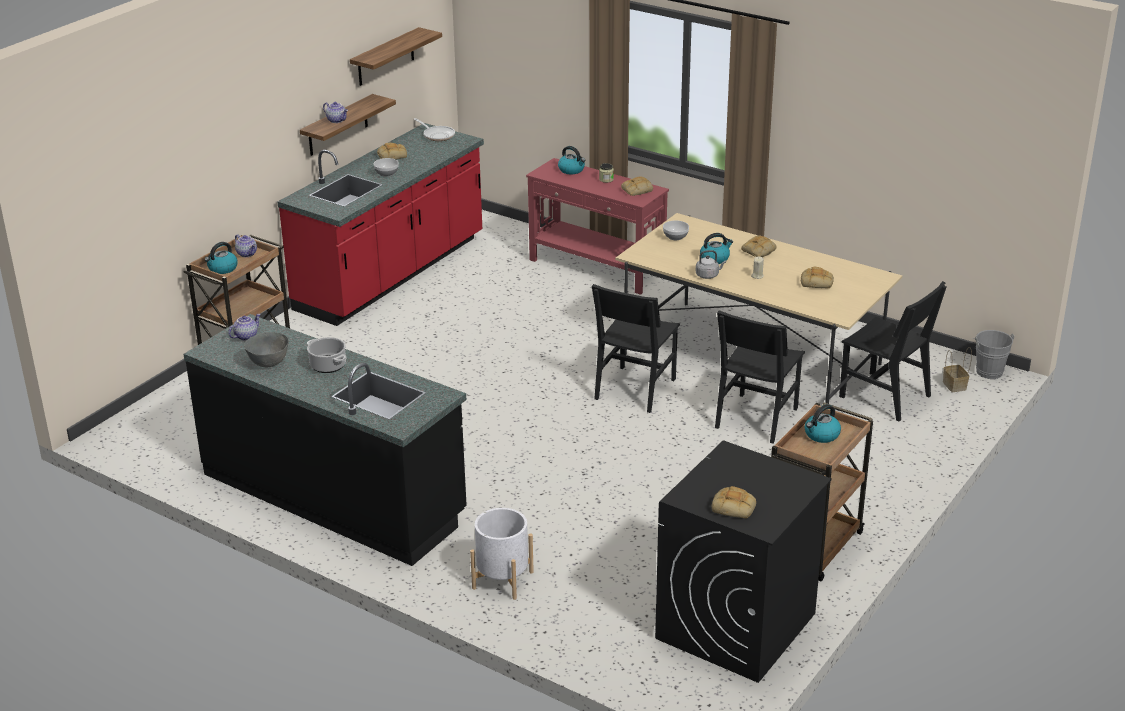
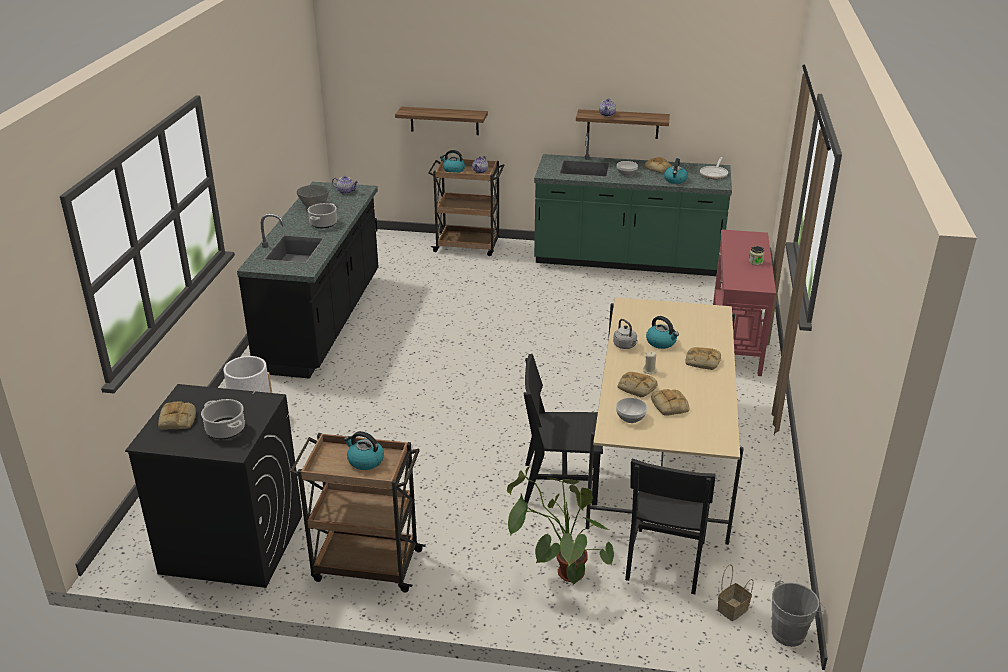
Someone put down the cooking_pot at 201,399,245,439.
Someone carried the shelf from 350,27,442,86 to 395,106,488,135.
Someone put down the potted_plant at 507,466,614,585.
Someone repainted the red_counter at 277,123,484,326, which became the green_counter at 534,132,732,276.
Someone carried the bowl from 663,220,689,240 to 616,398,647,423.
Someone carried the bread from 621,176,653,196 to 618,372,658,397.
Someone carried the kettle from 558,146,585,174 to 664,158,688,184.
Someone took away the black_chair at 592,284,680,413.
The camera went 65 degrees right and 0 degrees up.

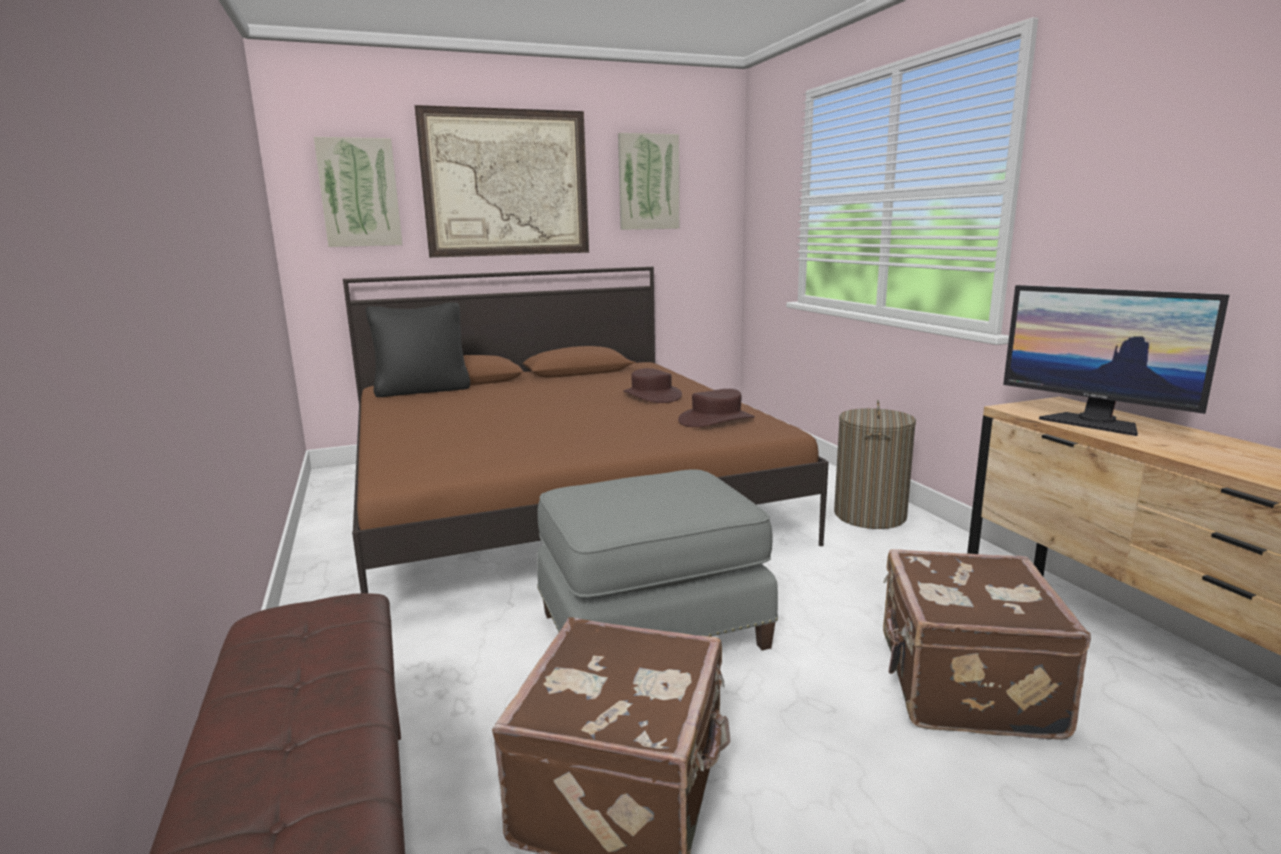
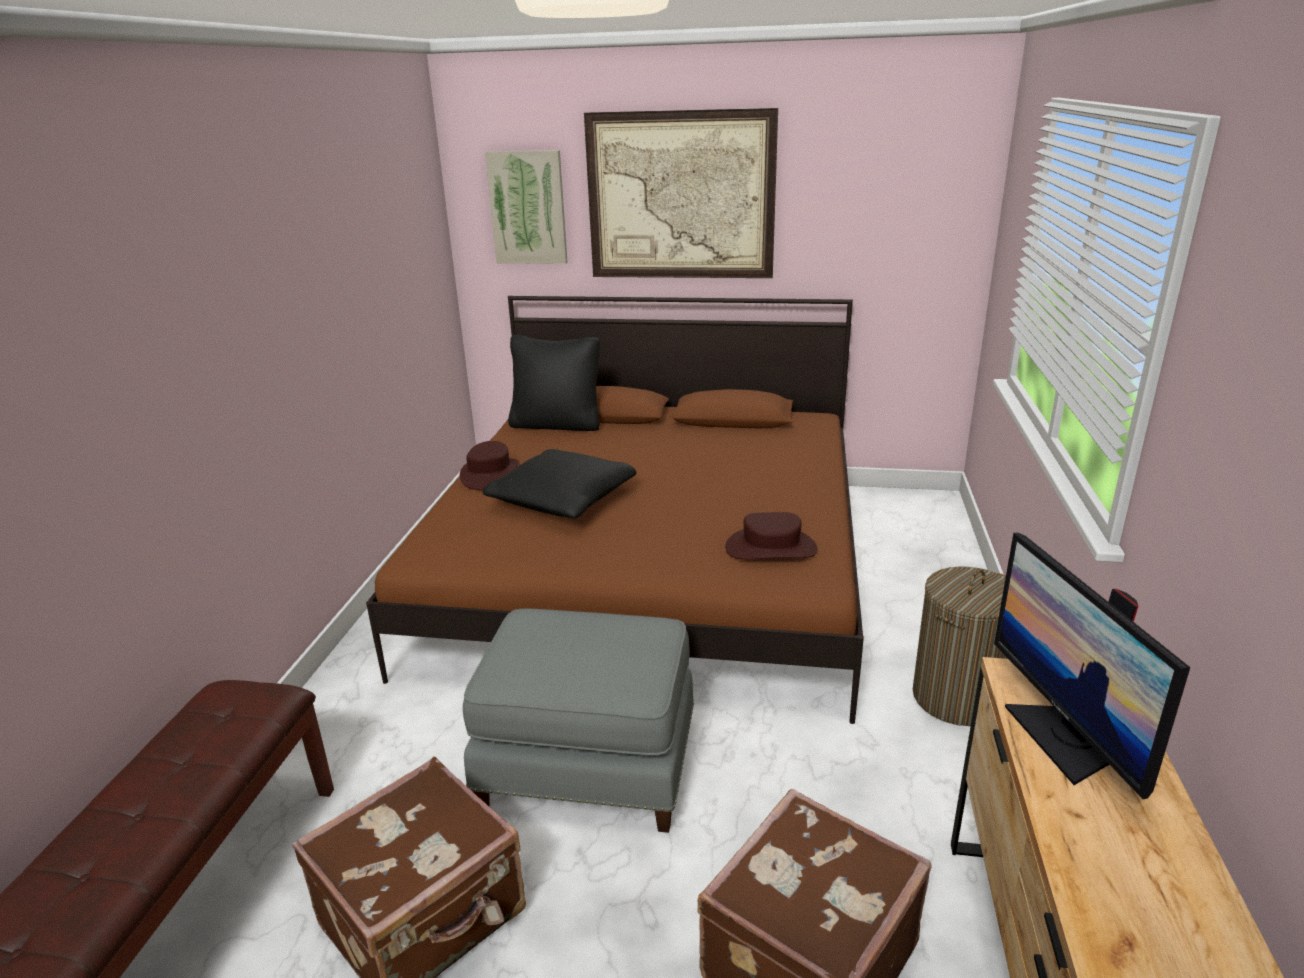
Someone carried the brown_hat from 623,368,682,403 to 460,441,518,490.
Someone put down the black_pillow at 482,449,637,519.
Someone took away the picture at 618,133,679,230.
The camera went 30 degrees right and 10 degrees up.

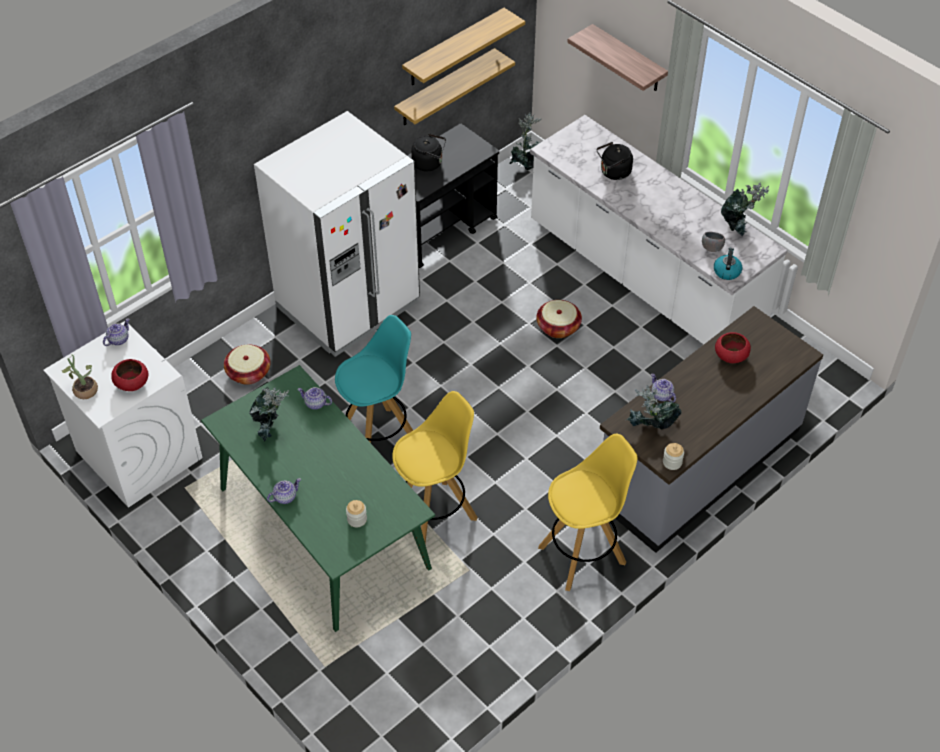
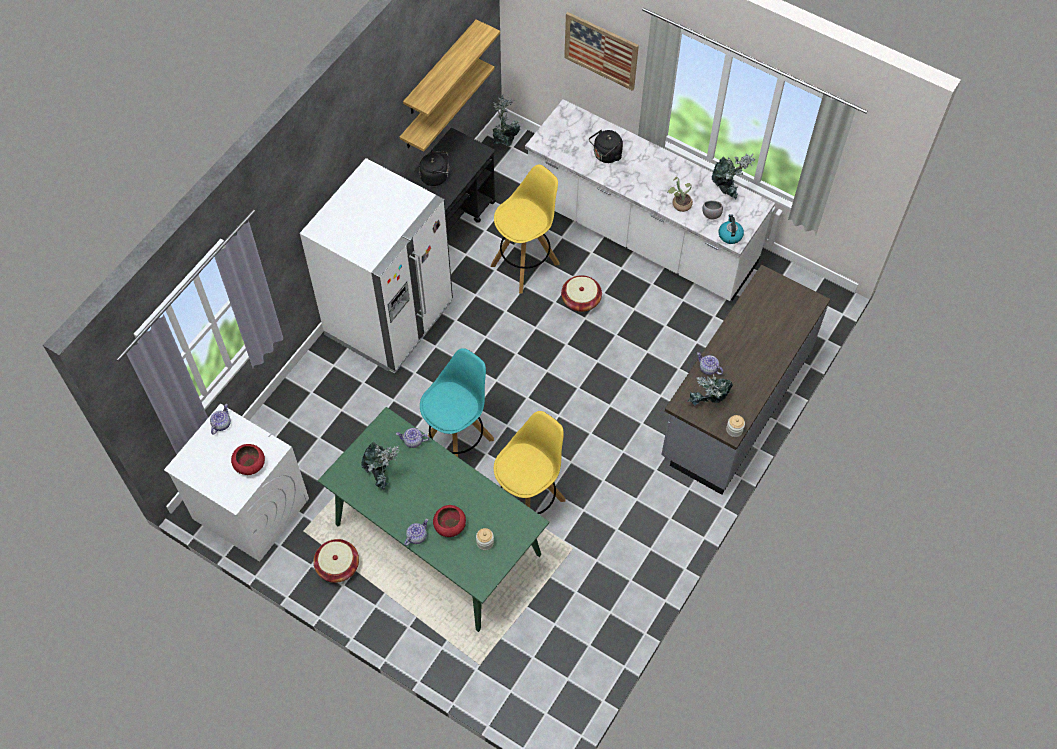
Someone carried the basket from 224,345,271,385 to 313,539,359,583.
Someone carried the red_bowl from 715,332,751,363 to 433,505,466,537.
Someone carried the yellow_stool from 538,434,637,591 to 491,165,560,293.
Someone swapped the shelf at 567,24,668,91 for the picture at 564,12,639,91.
Someone carried the potted_plant from 62,354,98,399 to 668,177,693,212.
The camera went 15 degrees left and 10 degrees up.

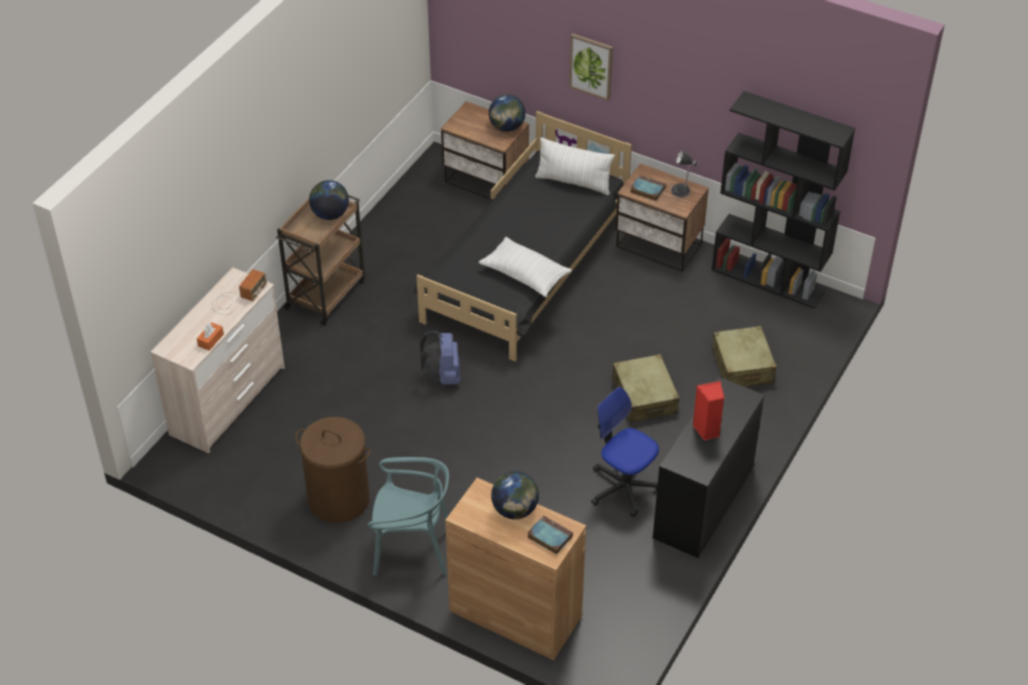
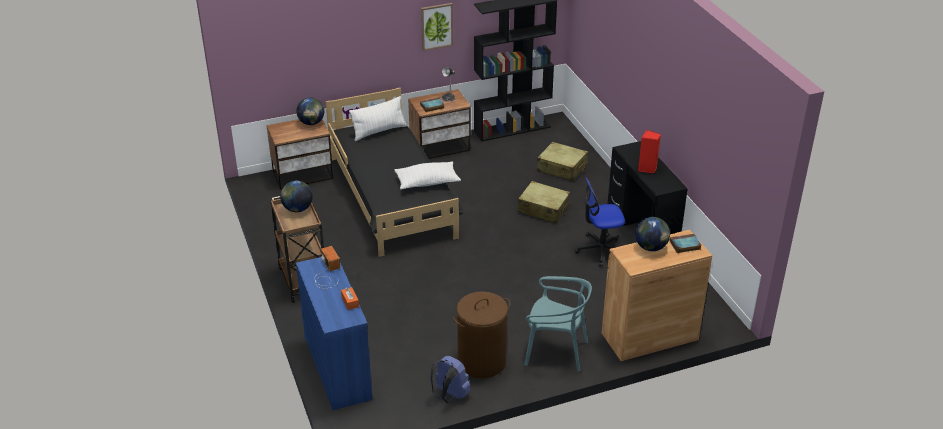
Someone repainted the beige_dresser at 151,267,285,453, which became the blue_dresser at 296,257,372,411.
Someone carried the picture from 569,33,613,101 to 421,3,453,51.
Someone carried the blue_backpack from 420,330,460,385 to 430,356,471,403.
Someone rotated the turquoise_chair at 368,457,449,576 by 60 degrees clockwise.
The camera went 50 degrees left and 10 degrees down.

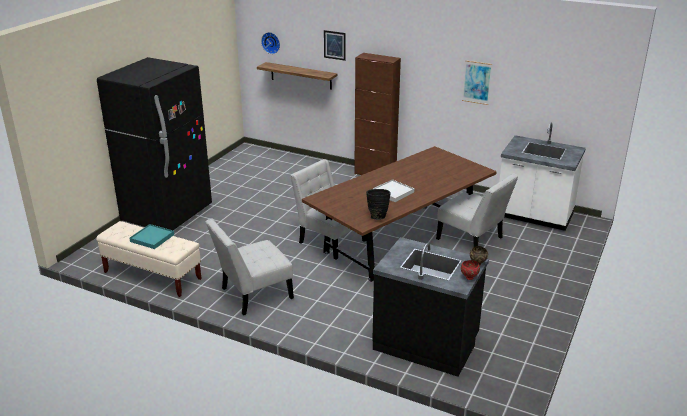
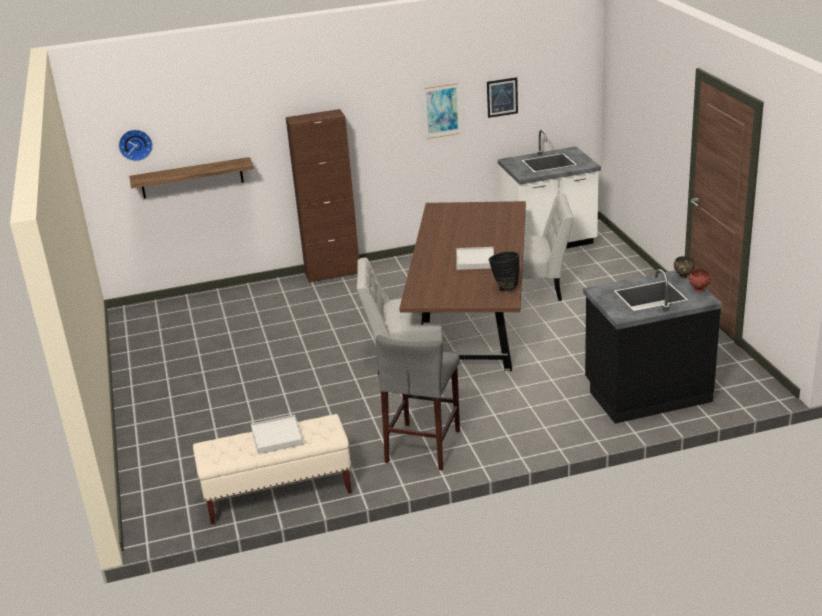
Someone repainted the turquoise_tray at 129,224,174,249, which became the white_tray at 251,415,304,454.
Someone swapped the white_chair at 206,219,294,315 for the grey_stool at 376,335,460,470.
Someone carried the picture from 324,30,346,61 to 487,77,518,118.
Someone took away the black_fridge at 97,57,212,230.
The camera went 40 degrees left and 0 degrees up.

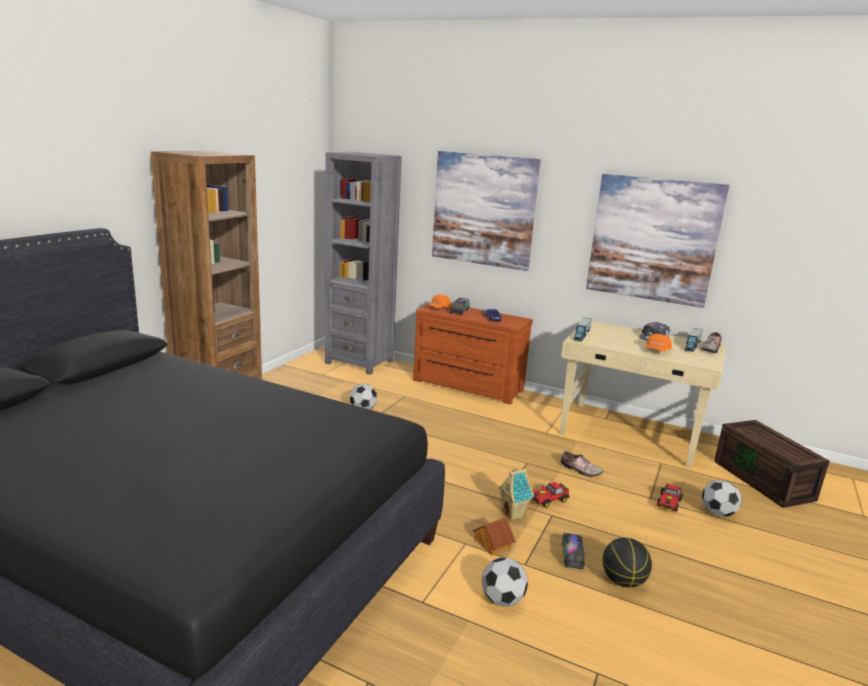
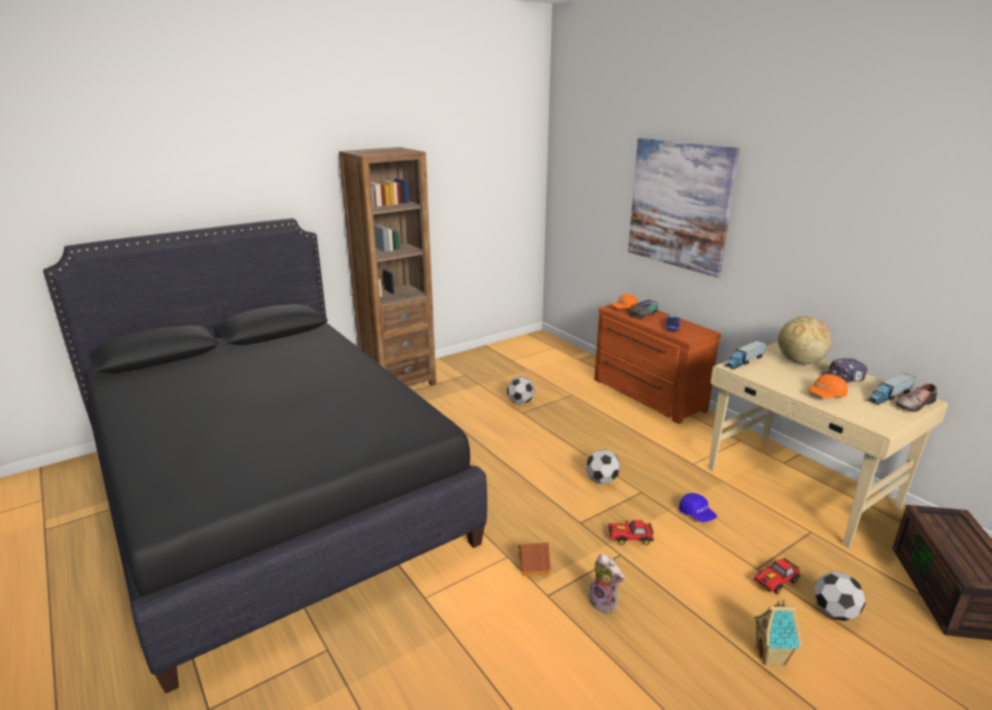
Someone carried the football from 482,558,528,607 to 586,450,620,484.
Someone swapped the toy_truck at 562,533,585,569 for the plush_toy at 588,554,624,614.
Someone swapped the shoe at 561,451,603,477 for the blue_cap at 679,493,717,522.
Someone carried the toy_house from 498,468,534,521 to 754,600,802,666.
Someone put down the globe at 778,316,832,364.
Someone took away the grey_bookcase at 325,152,402,375.
Someone took away the picture at 586,174,729,308.
Someone took away the basketball at 603,538,652,587.
The camera went 30 degrees right and 5 degrees up.

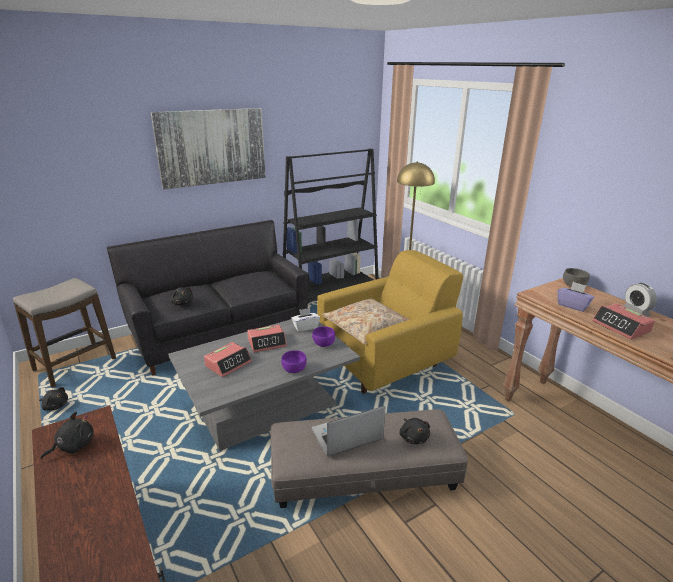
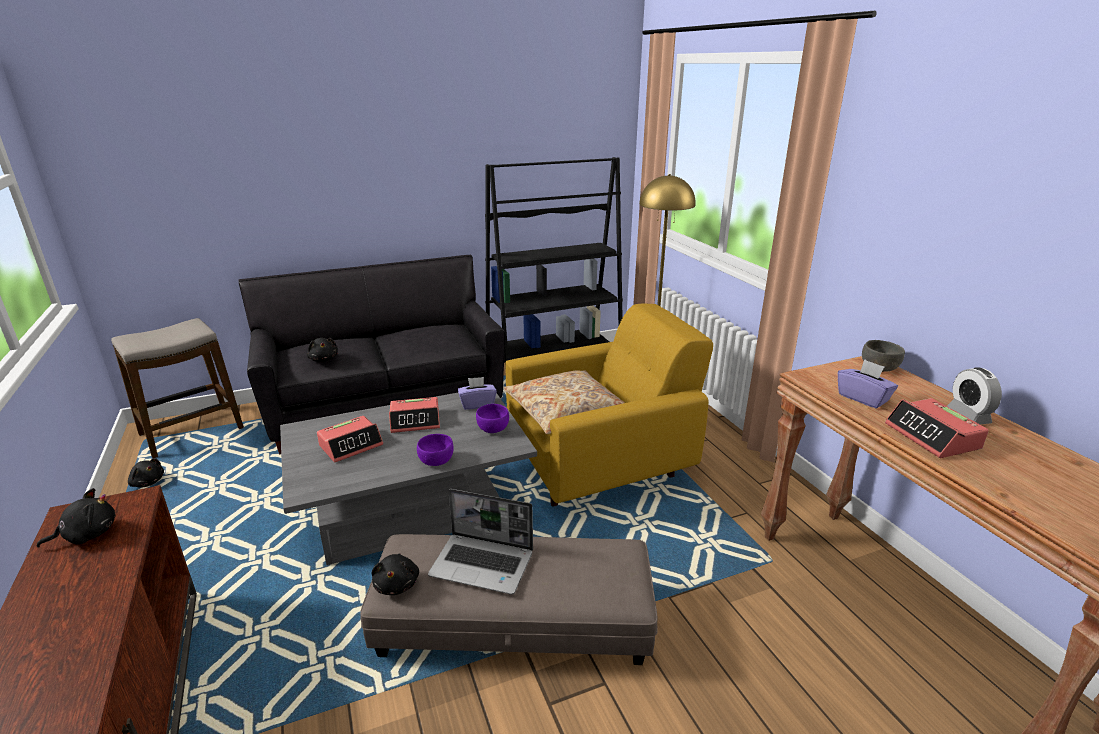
Someone carried the black_plush_toy from 399,418,430,444 to 372,553,419,595.
Someone rotated the laptop at 312,406,385,456 by 150 degrees counterclockwise.
Someone repainted the white_tissue_box at 291,308,320,332, which became the purple_tissue_box at 458,377,497,410.
Someone took away the picture at 151,108,266,190.
The camera went 10 degrees right and 0 degrees up.

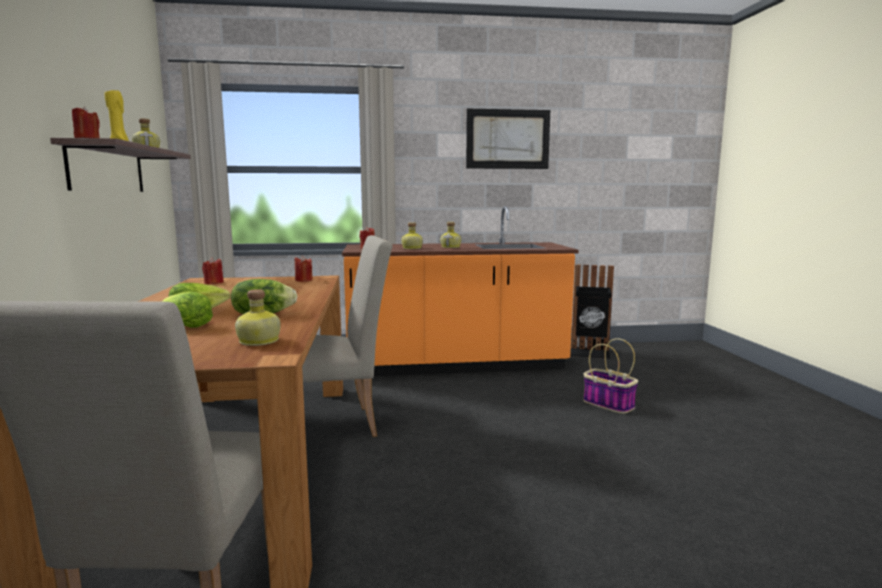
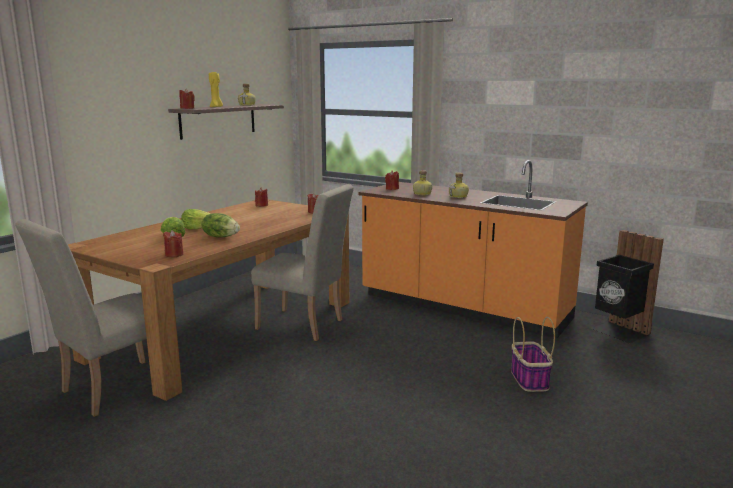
Someone swapped the bottle at 235,289,281,346 for the red_candle at 163,230,183,257.
Someone took away the picture at 466,109,550,169.
The camera went 40 degrees right and 5 degrees up.

